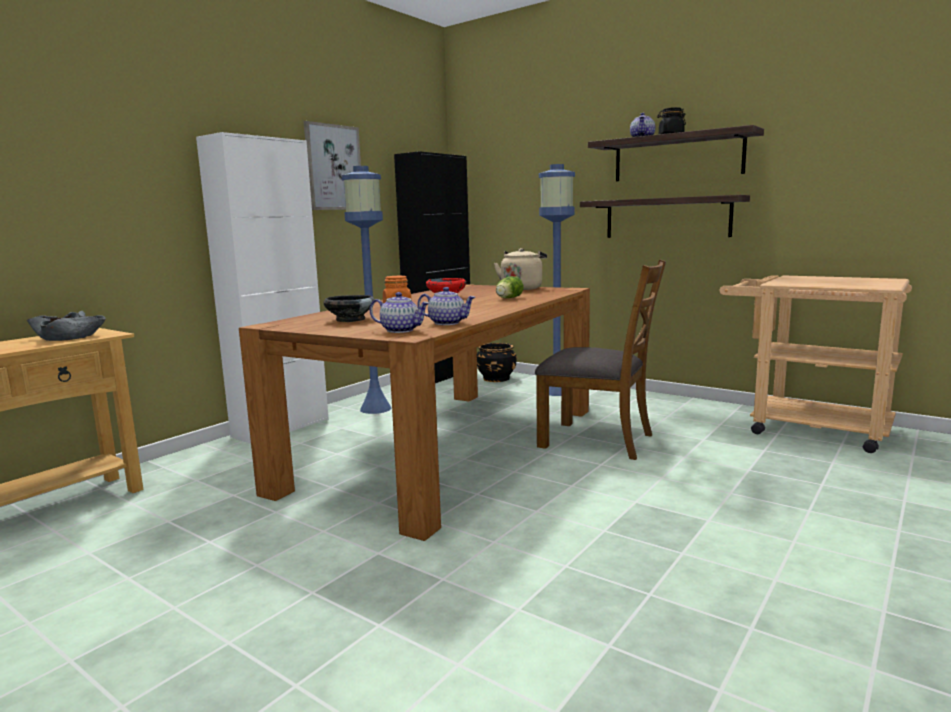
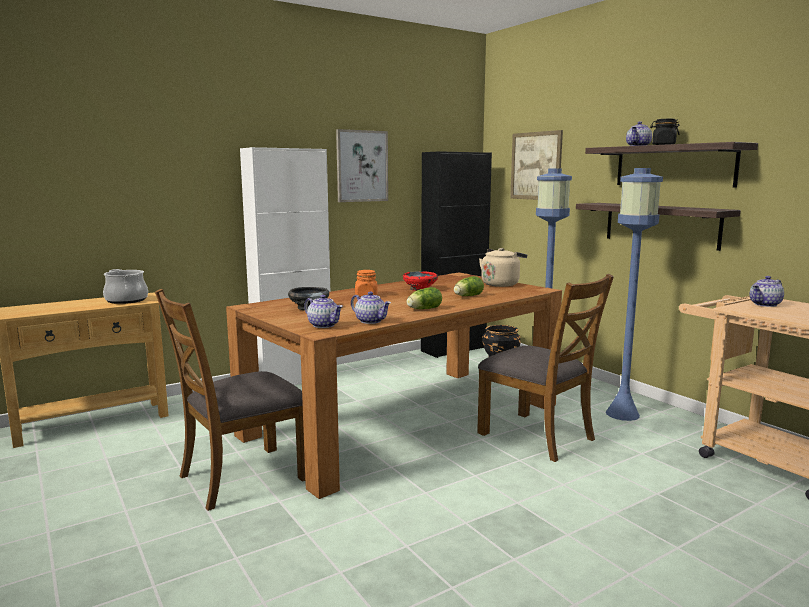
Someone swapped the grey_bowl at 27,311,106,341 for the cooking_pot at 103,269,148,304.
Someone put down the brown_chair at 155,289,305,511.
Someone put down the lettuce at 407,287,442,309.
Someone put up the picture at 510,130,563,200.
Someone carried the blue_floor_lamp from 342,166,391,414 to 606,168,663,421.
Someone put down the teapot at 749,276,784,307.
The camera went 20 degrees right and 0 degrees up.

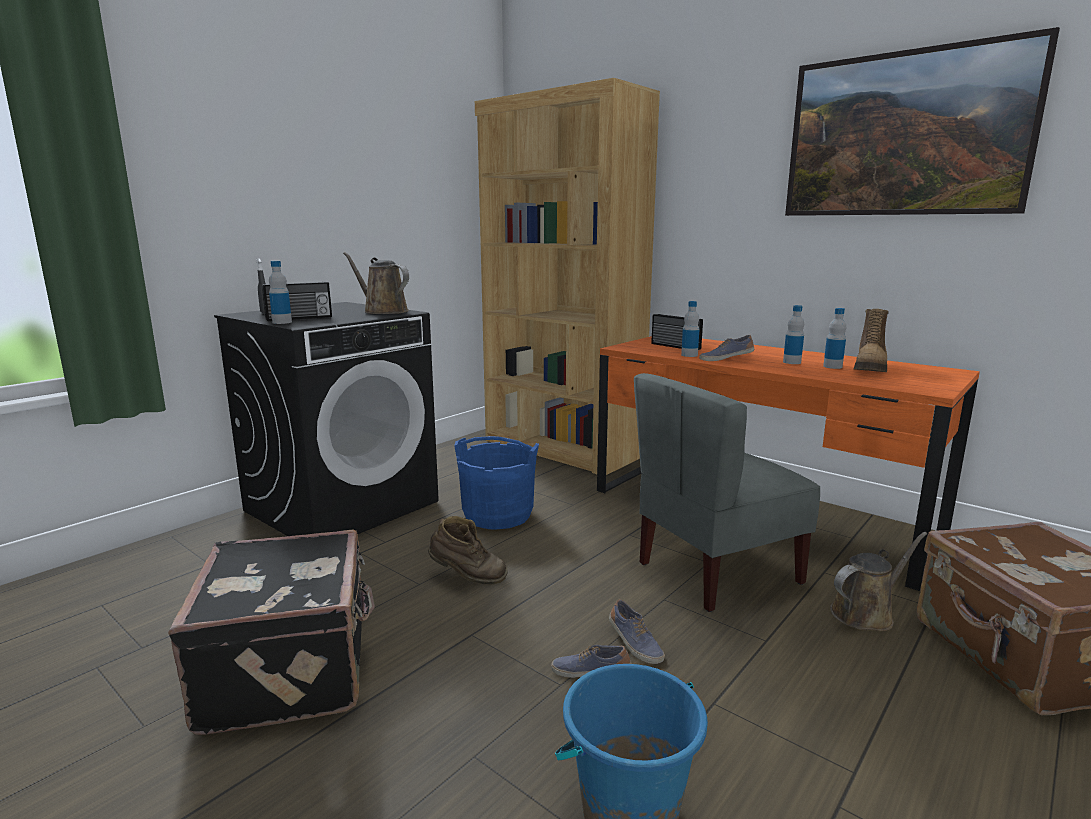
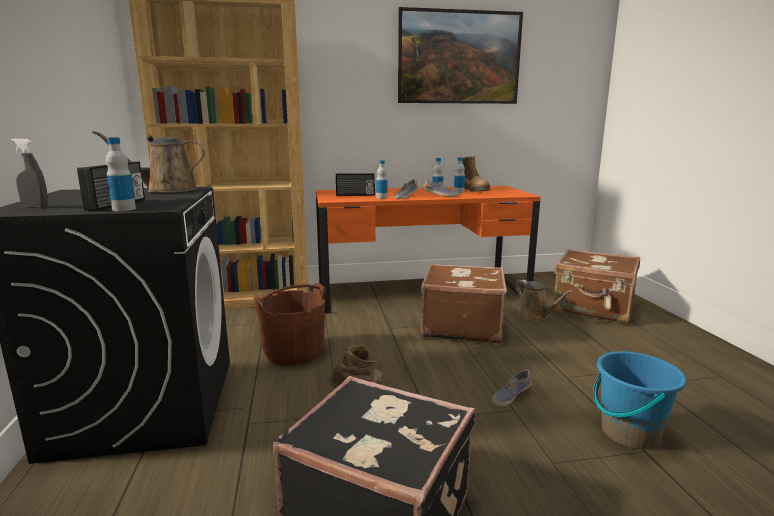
Someone repainted the blue_bucket at 454,436,539,530, which became the brown_bucket at 254,283,326,365.
Someone swapped the grey_chair at 634,373,820,612 for the brown_suitcase at 421,264,507,343.
Someone carried the shoe from 609,599,665,664 to 423,180,459,197.
Someone rotated the brown_watering_can at 830,532,927,631 by 135 degrees clockwise.
The camera went 50 degrees left and 0 degrees up.

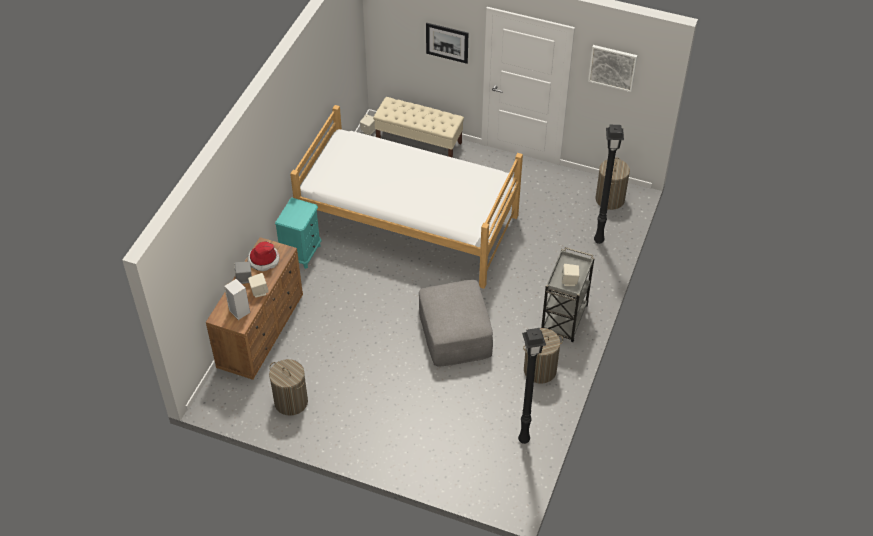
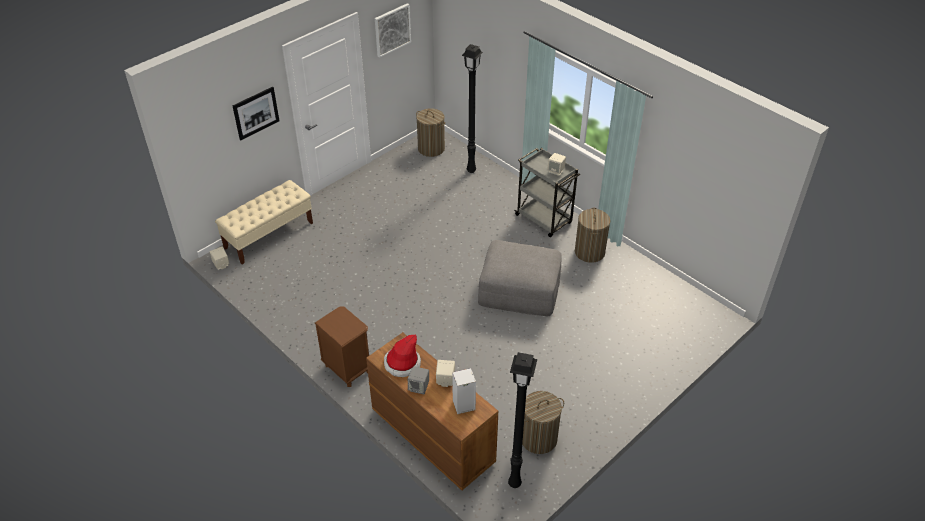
Someone repainted the turquoise_nightstand at 275,197,322,269, which became the brown_nightstand at 315,306,369,387.
Someone carried the black_floor_lamp from 518,328,546,444 to 508,352,537,488.
Someone took away the bed at 290,105,523,289.
The camera went 65 degrees left and 5 degrees down.

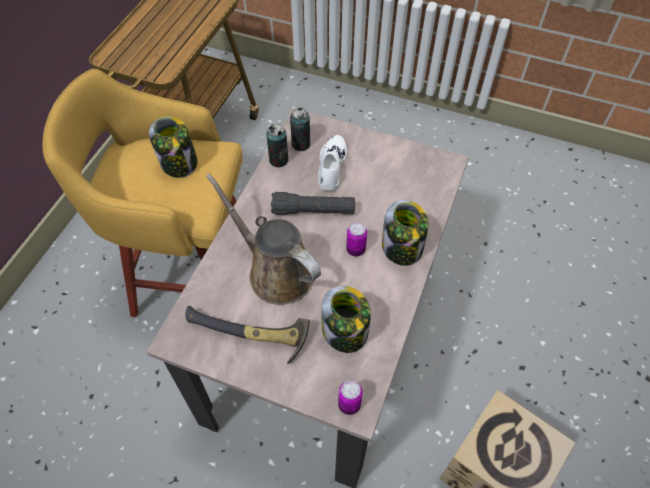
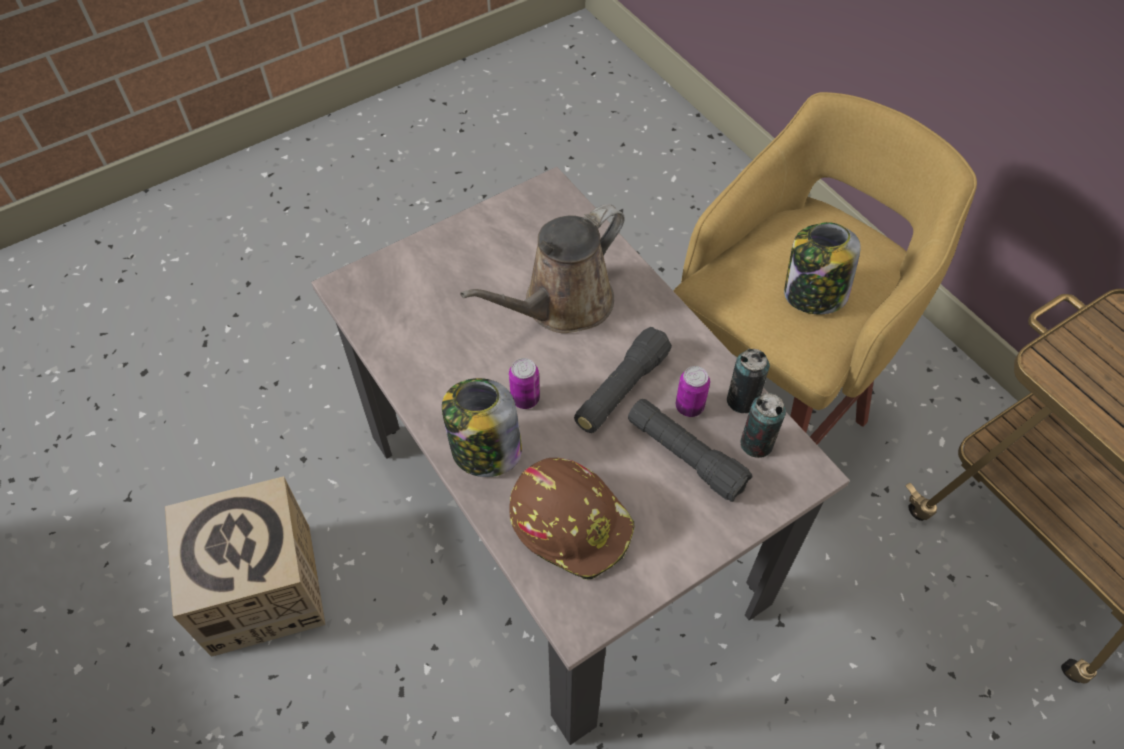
Someone rotated the brown_watering_can at 206,173,321,305 by 150 degrees clockwise.
Someone put down the brown_hard_hat at 509,458,635,580.
Someone swapped the white_shoe at 318,135,347,191 for the black_flashlight at 628,399,752,502.
Someone carried the can from 338,380,363,415 to 676,366,710,417.
Someone took away the hammer at 185,306,310,364.
Someone took away the jar at 321,286,371,353.
The camera went 125 degrees right and 0 degrees up.

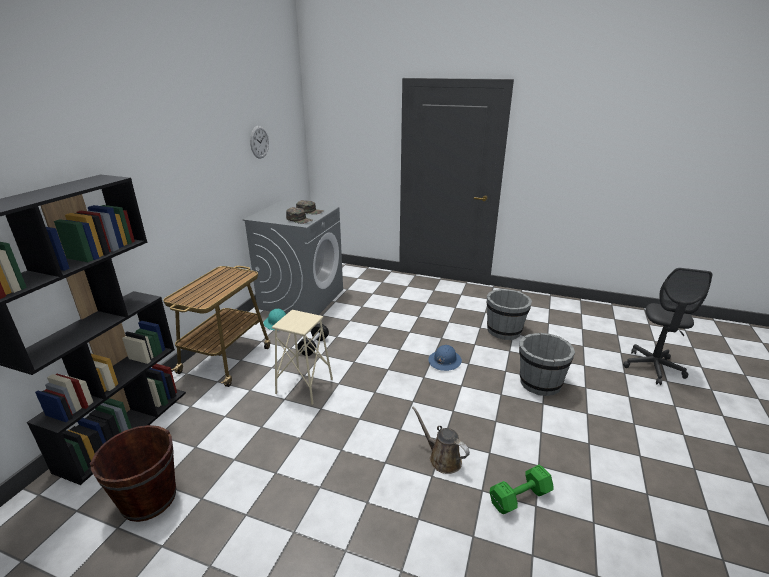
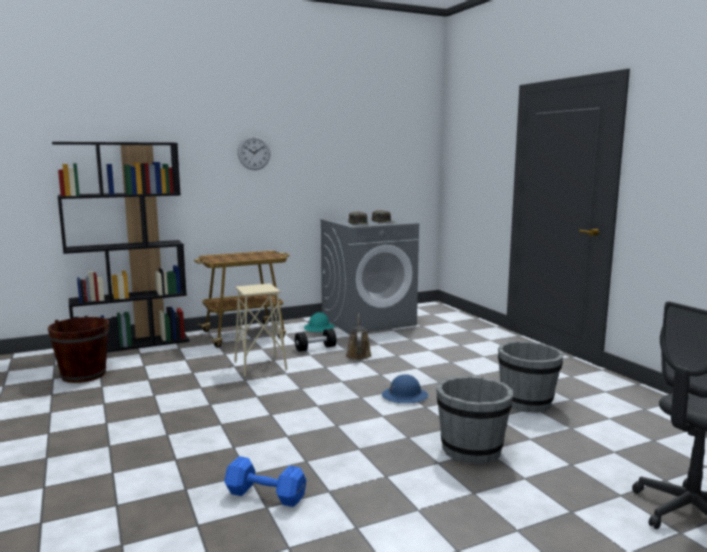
Someone repainted the green_dumbbell at 490,465,553,514, which became the blue_dumbbell at 224,456,307,507.
Someone carried the wall_clock from 250,126,269,159 to 238,136,271,170.
Someone carried the brown_watering_can from 412,406,470,474 to 346,314,372,360.
The camera went 45 degrees right and 15 degrees down.

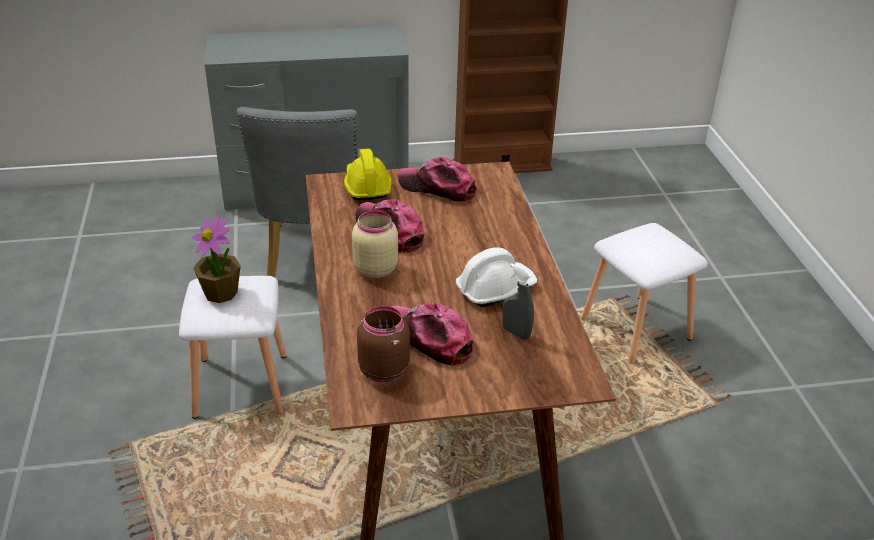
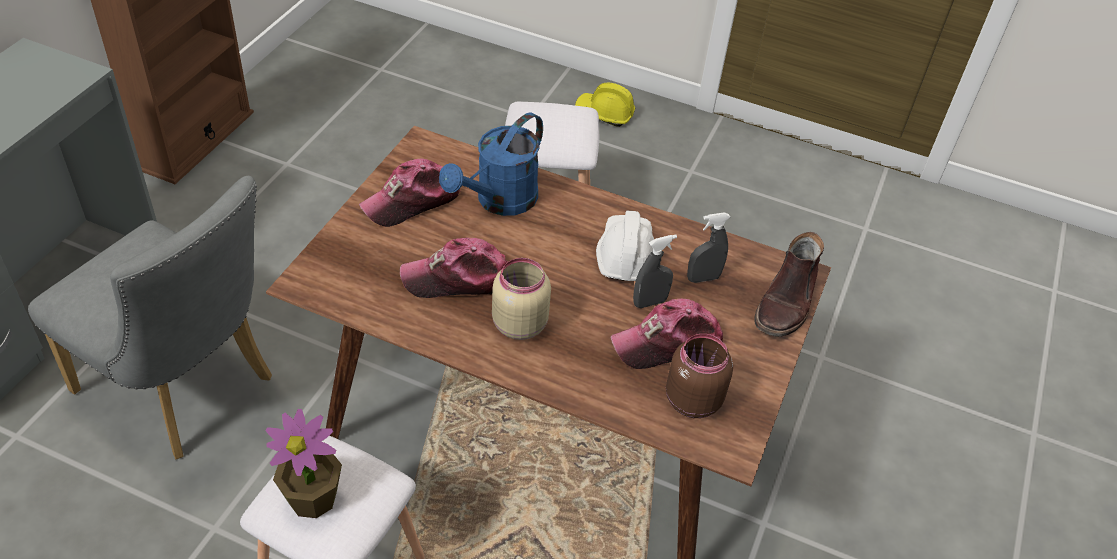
Someone put down the blue_watering_can at 439,112,543,216.
Someone carried the yellow_hard_hat from 344,149,392,200 to 575,83,635,127.
Someone put down the grey_spray_bottle at 633,234,677,308.
Someone put down the brown_boot at 754,232,824,337.
The camera went 60 degrees left and 10 degrees up.

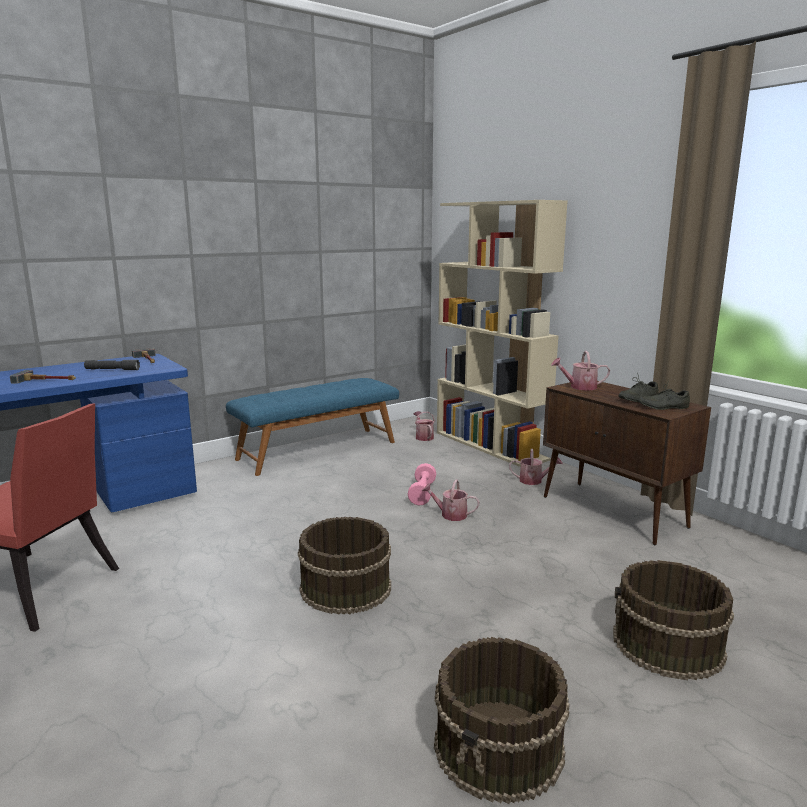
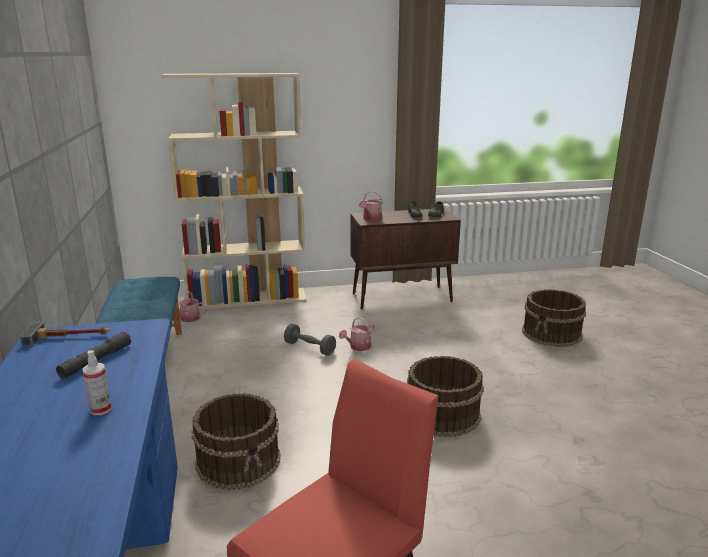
Someone swapped the hammer at 10,370,76,384 for the spray_bottle at 83,350,112,415.
Someone carried the brown_bucket from 434,637,570,804 to 192,393,280,490.
Someone repainted the pink_dumbbell at 408,463,436,506, which became the grey_dumbbell at 284,324,336,356.
Someone took away the watering_can at 509,449,563,485.
The camera went 65 degrees left and 5 degrees up.

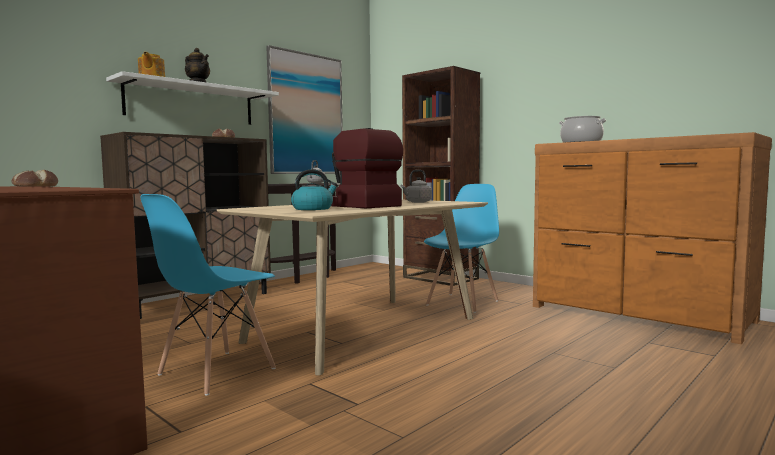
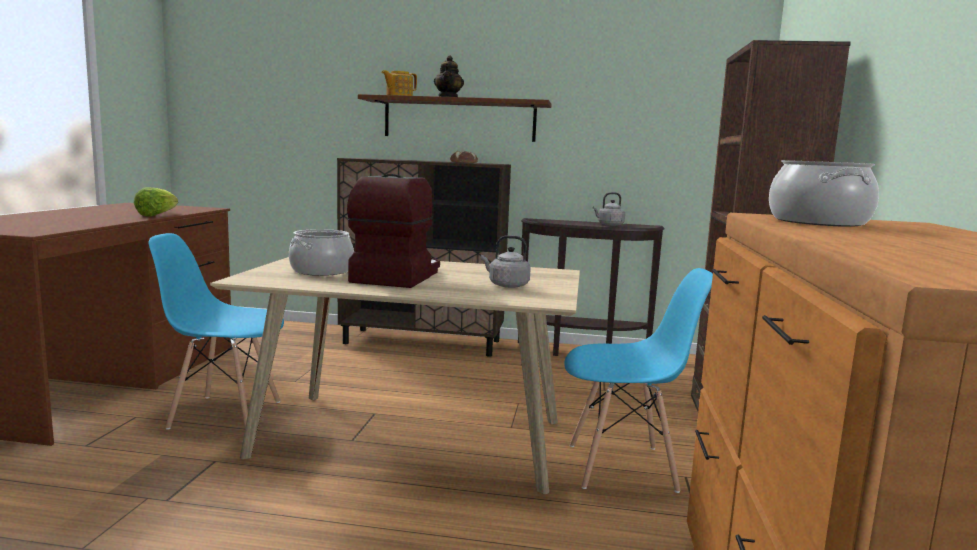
Someone swapped the bread at 11,170,58,187 for the lettuce at 134,187,178,216.
Someone swapped the kettle at 291,169,338,210 for the cooking_pot at 289,229,354,276.
Someone repainted the white_shelf at 106,71,279,125, which became the brown_shelf at 358,94,552,142.
Someone took away the picture at 266,45,343,174.
The camera went 55 degrees right and 5 degrees up.

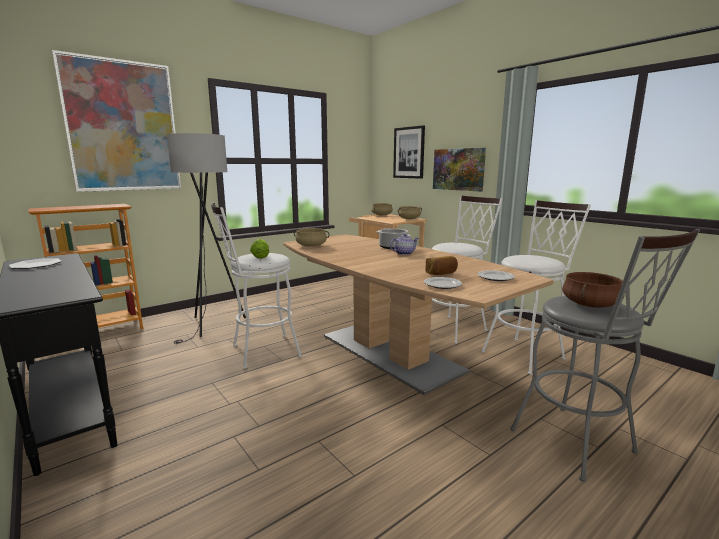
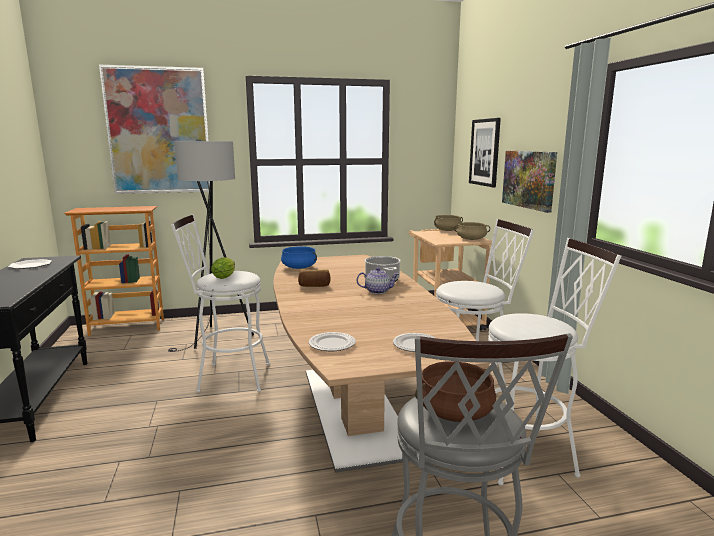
Someone repainted the beige_cooking_pot at 294,228,330,247, which became the blue_cooking_pot at 281,246,317,269.
Someone carried the bread from 425,256,458,275 to 298,269,331,287.
The camera went 25 degrees right and 0 degrees up.

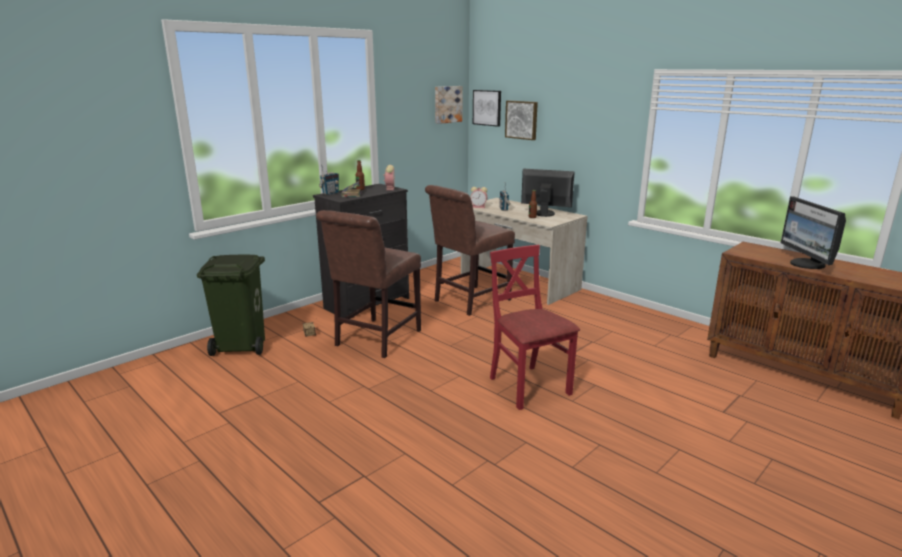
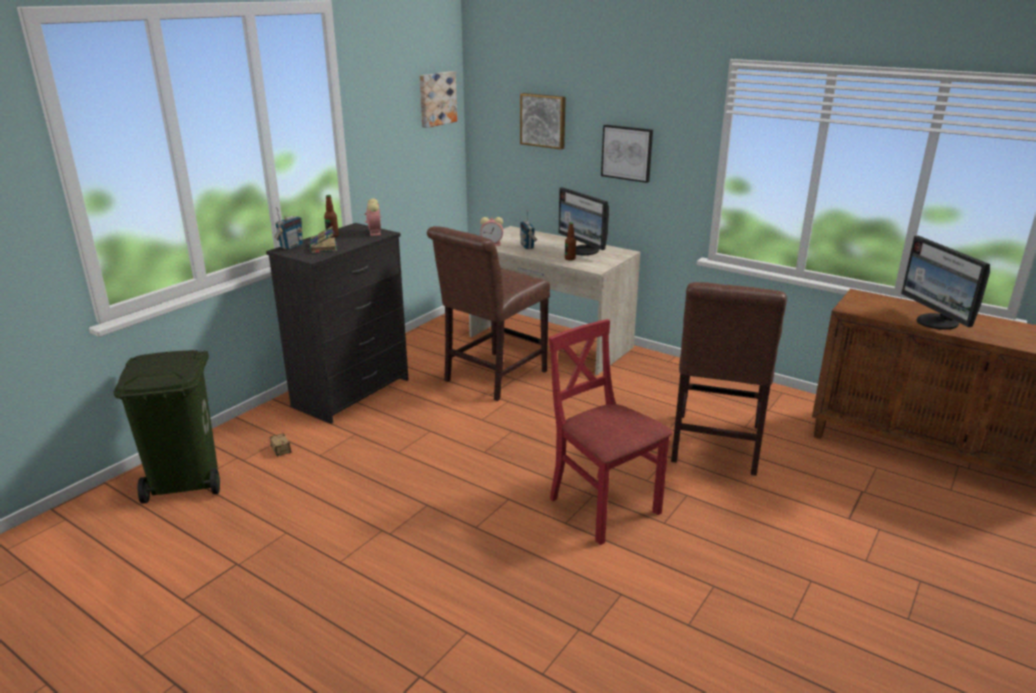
Someone rotated the monitor at 521,168,575,217 by 135 degrees counterclockwise.
Someone carried the picture from 473,90,501,127 to 601,125,653,183.
Someone carried the brown_chair from 316,210,421,358 to 671,282,787,476.
The camera went 10 degrees left and 5 degrees up.

